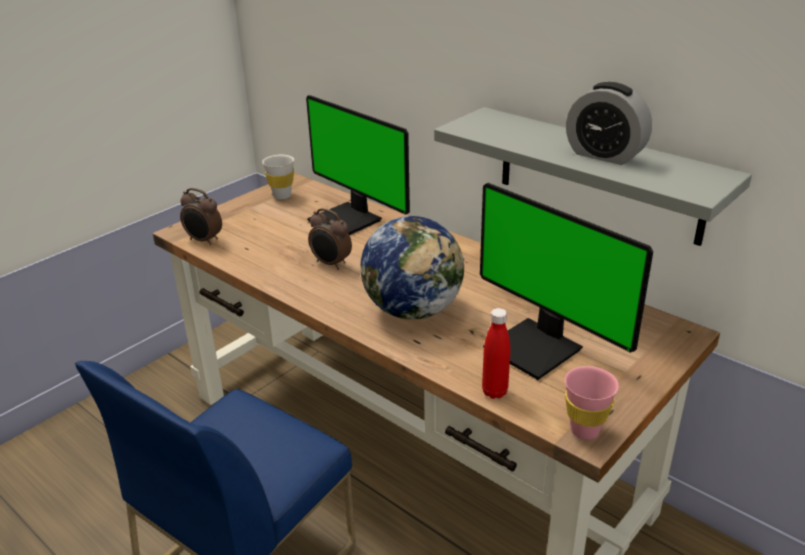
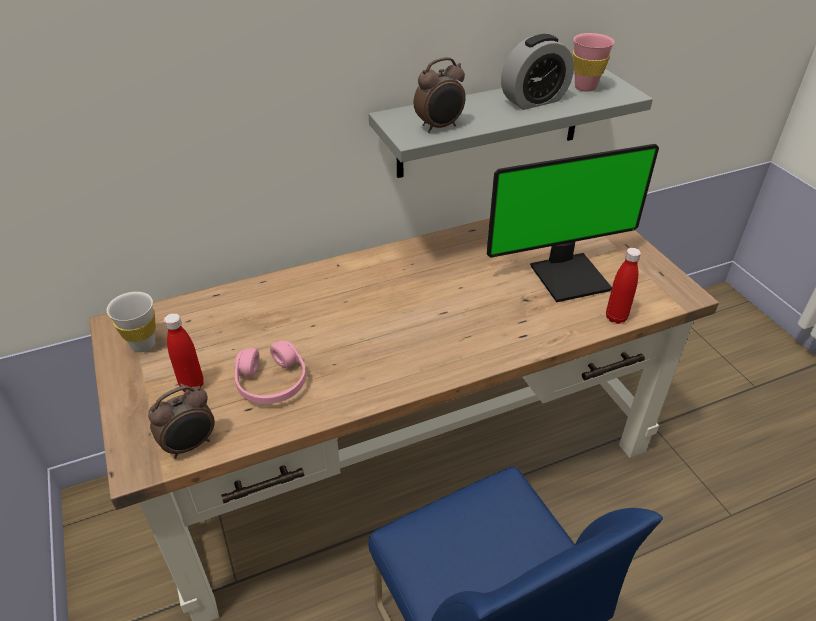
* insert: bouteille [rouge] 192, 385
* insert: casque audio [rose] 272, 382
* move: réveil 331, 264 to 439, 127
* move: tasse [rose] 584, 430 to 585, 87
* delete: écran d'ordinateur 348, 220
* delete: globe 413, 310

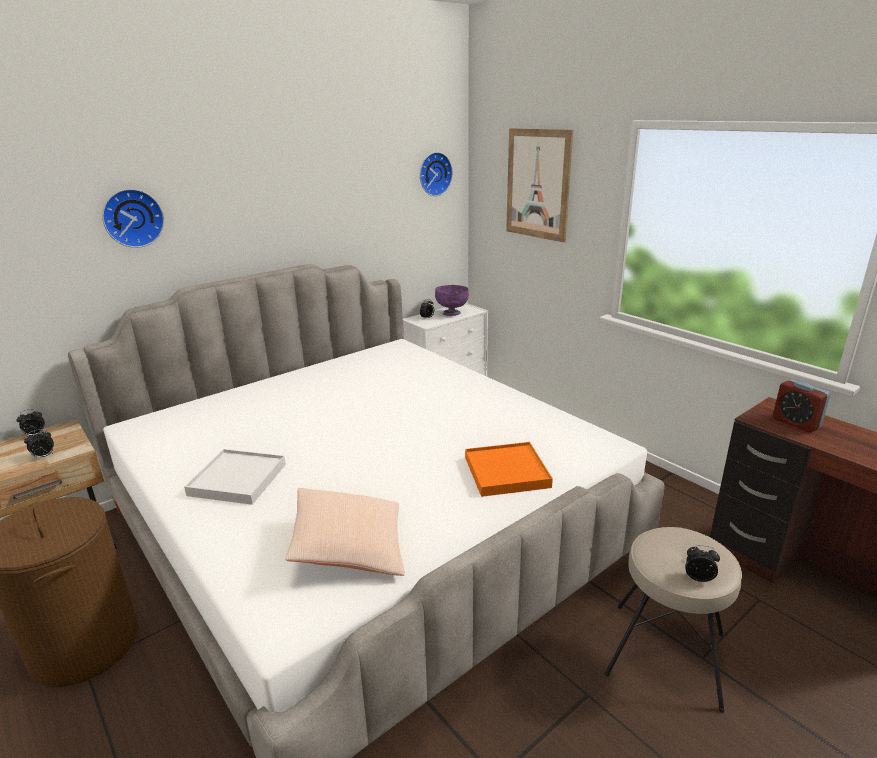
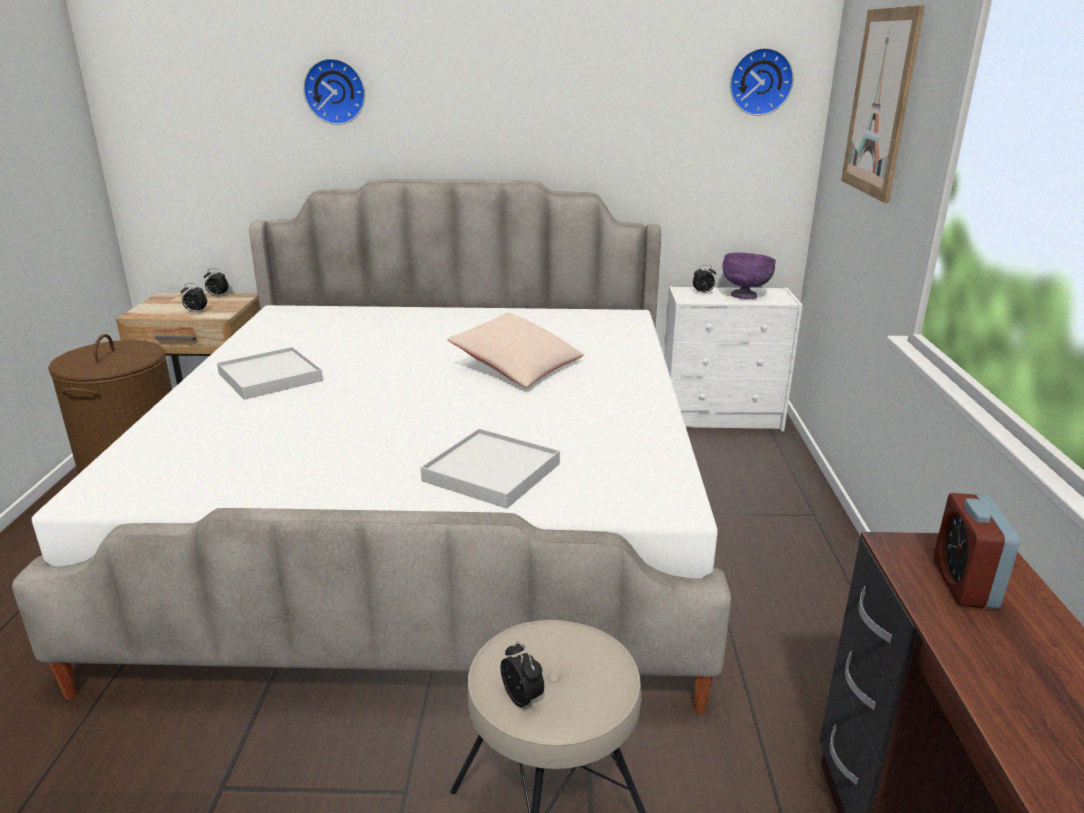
* recolor: plateau [orange] 506, 472 to plateau [blanc] 491, 472
* move: coussin [beige] 349, 547 to 517, 367

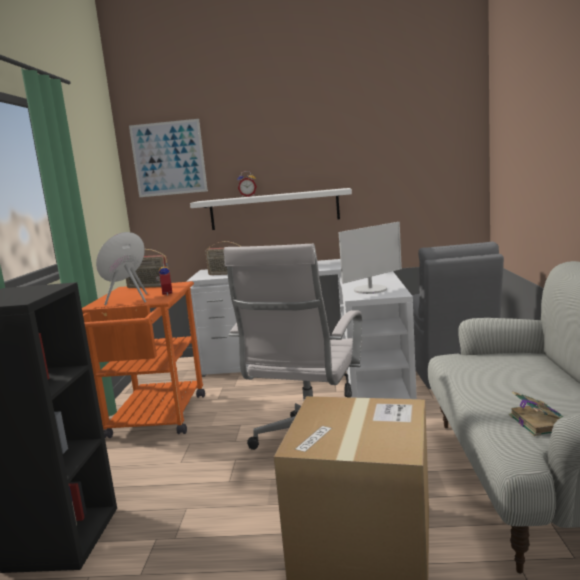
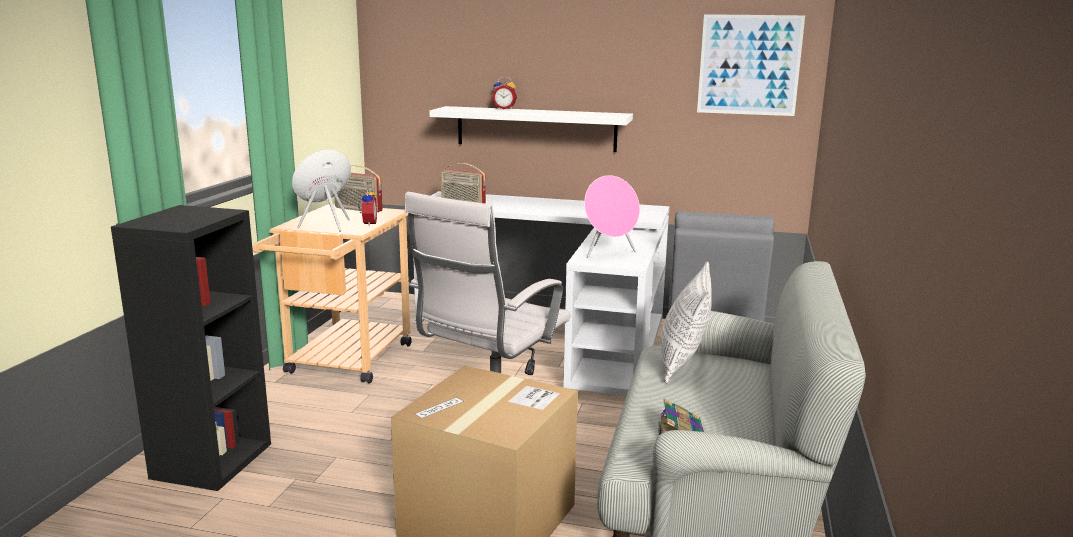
* recolor: chariot [orange] 155, 420 to chariot [beige] 345, 363
* replace: écran d'ordinateur 370, 290 to enceinte [rose] 608, 253
* insert: coussin 682, 364
* move: tableau 168, 158 to 749, 65

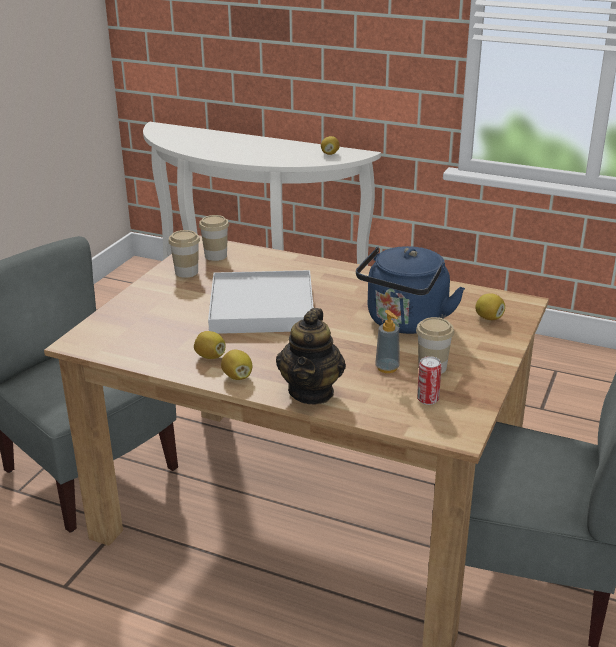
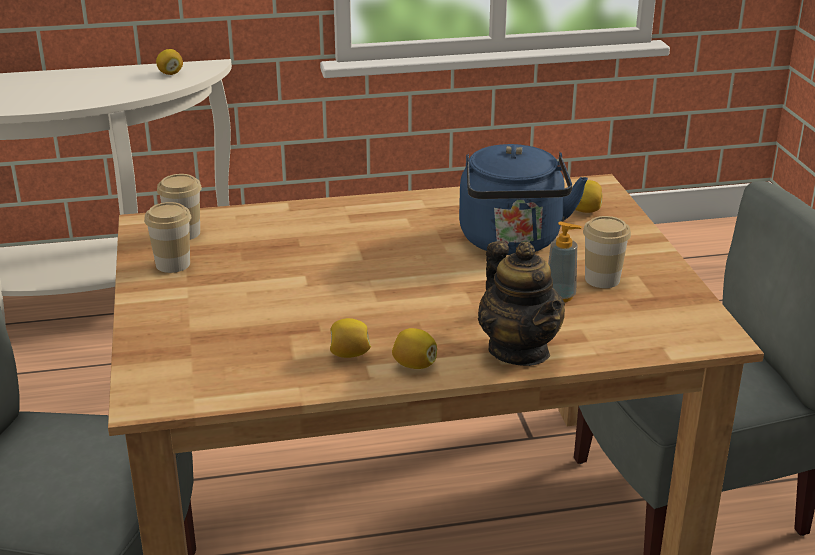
* delete: plateau [blanc] 261, 307
* delete: boîte métallique 427, 399

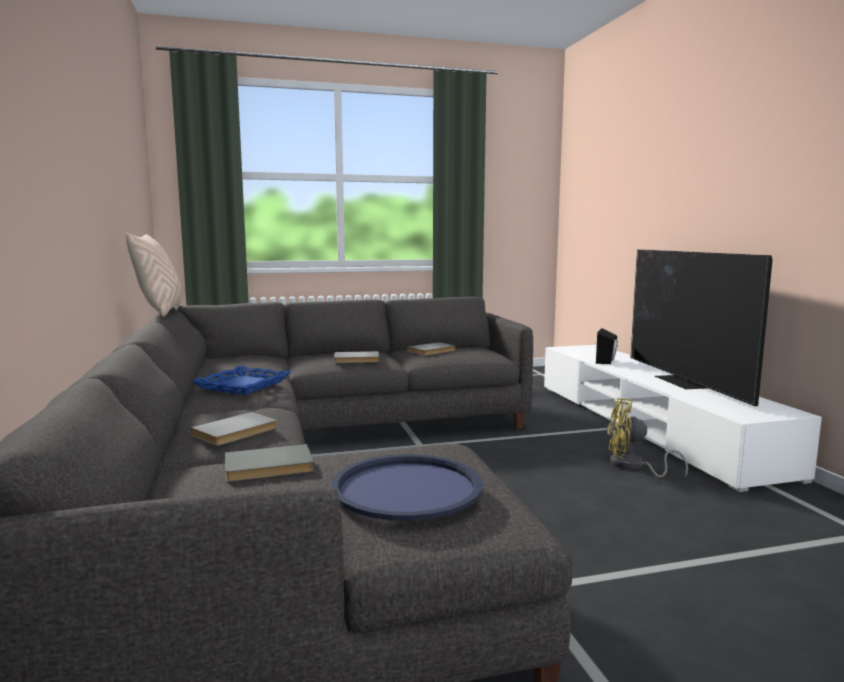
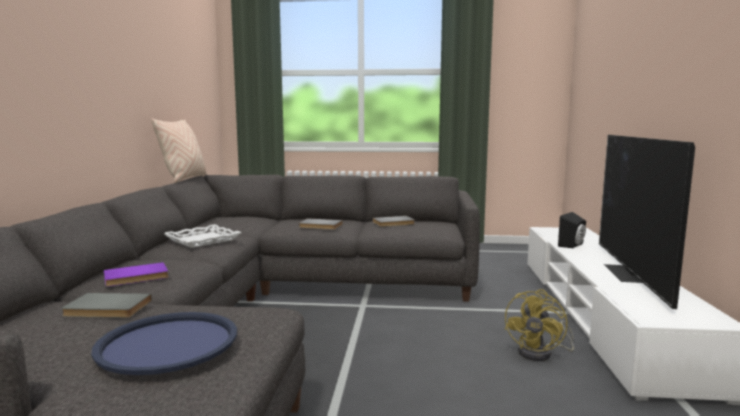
* recolor: livre [gris] 237, 432 to livre [violet] 136, 277
* recolor: plateau [bleu] 243, 385 to plateau [blanc] 203, 240
* rotate: ventilateur [jaune] 632, 466 = 541, 353 90 degrees counterclockwise

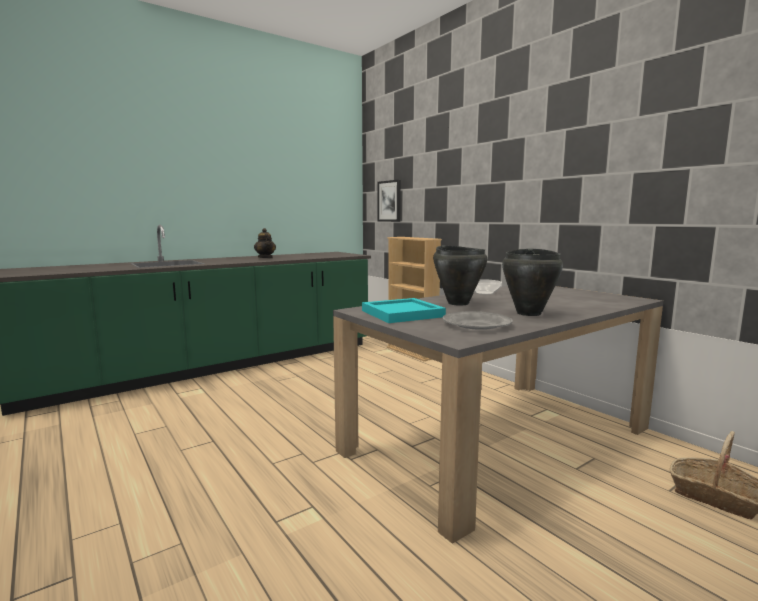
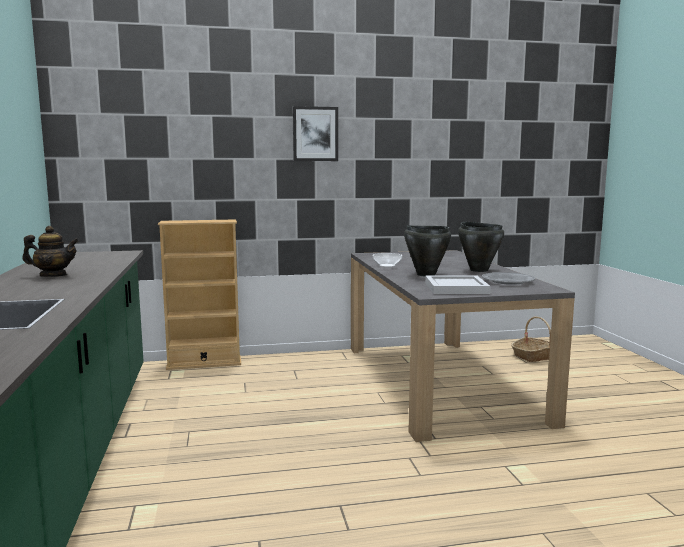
* move: tableau 389, 201 to 315, 134
* recolor: plateau [turquoise] 403, 314 to plateau [blanc] 456, 288

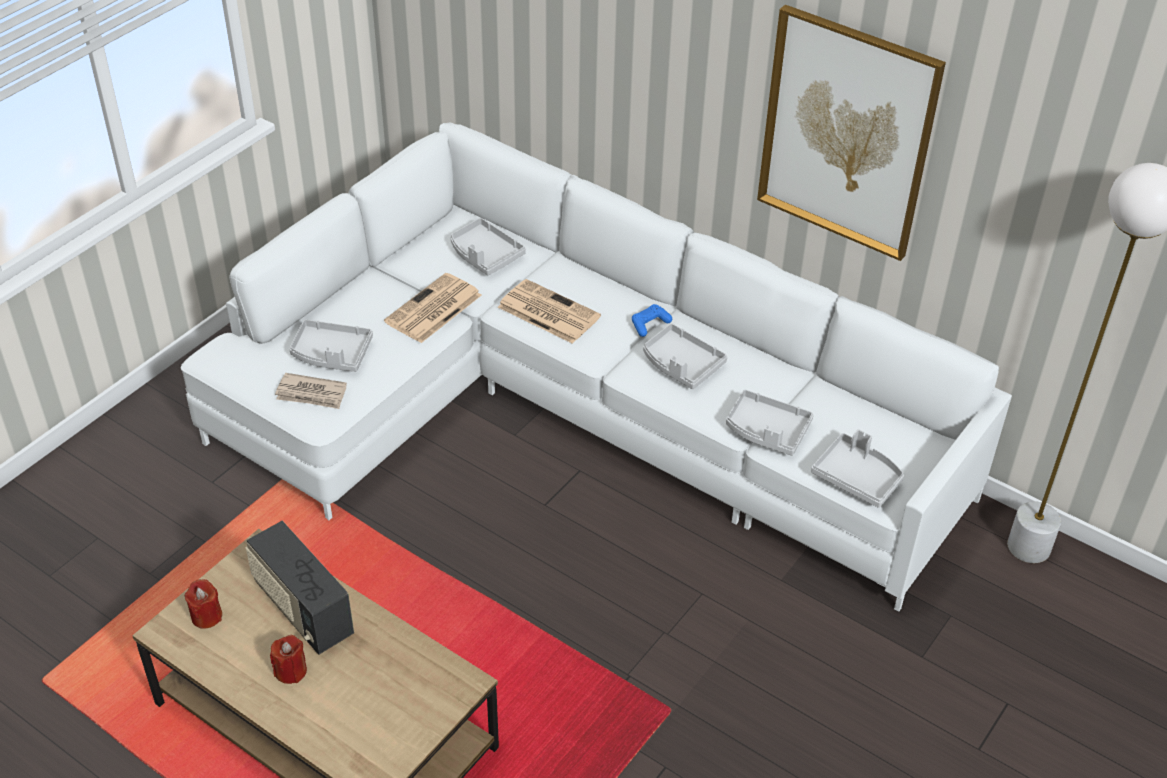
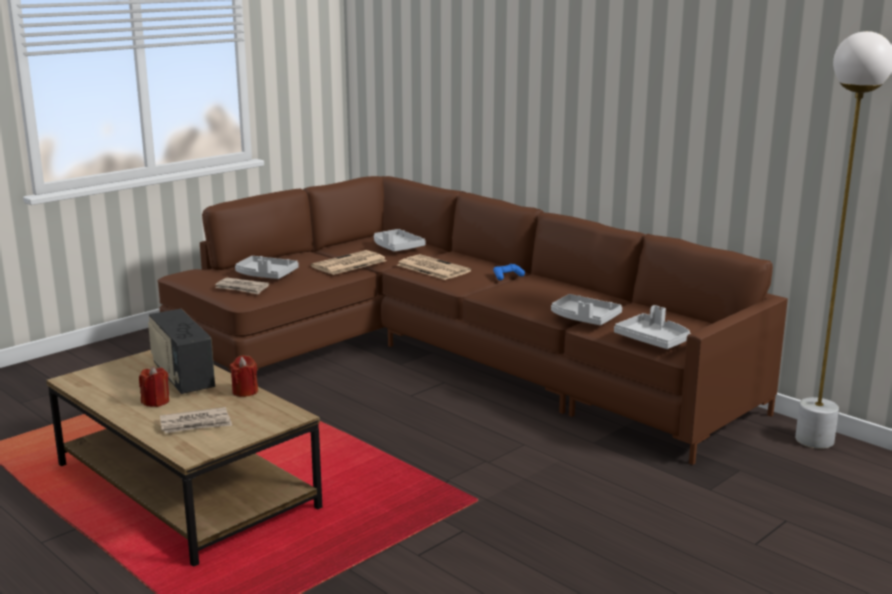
* recolor: canapé [blanc] 570, 412 to canapé [marron] 446, 357
* insert: journal 196, 424
* move: bougie [rouge] 206, 616 to 245, 391
* delete: plateau [gris] 681, 365
* delete: tableau 847, 133

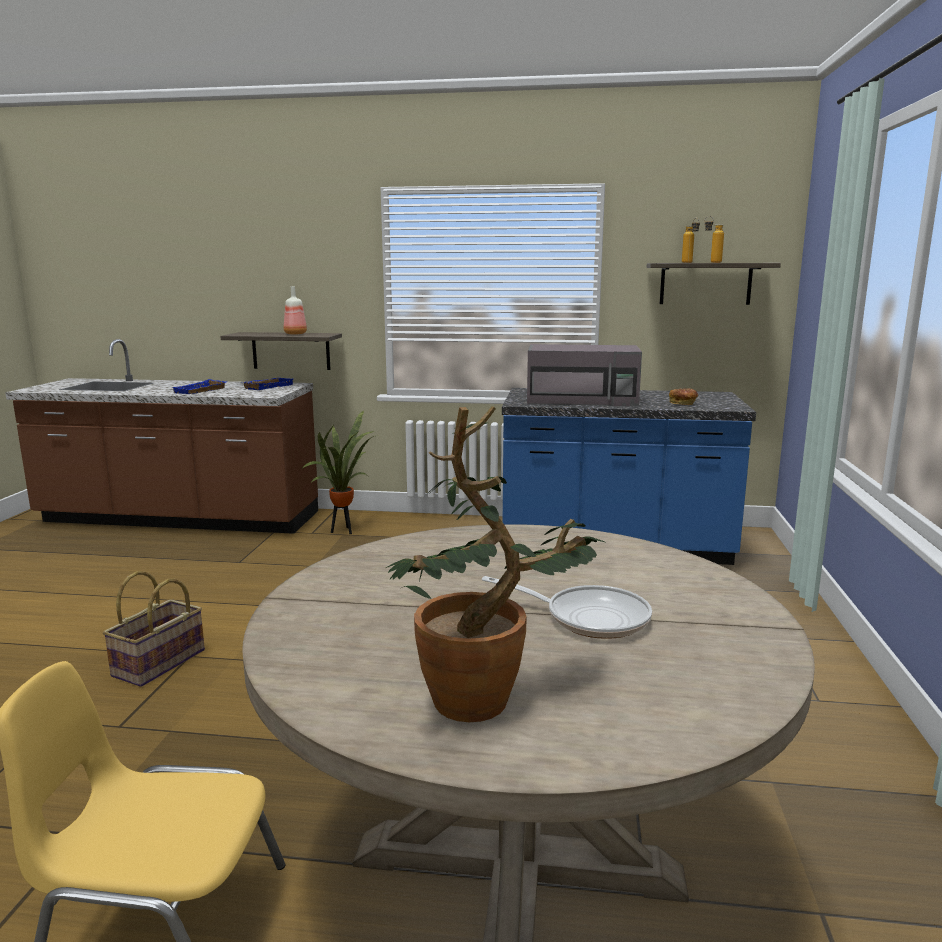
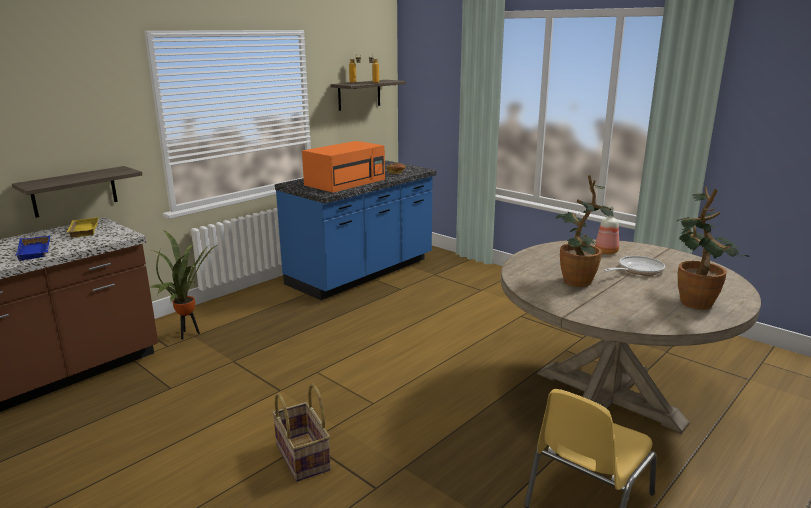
* recolor: plateau [bleu] 268, 386 to plateau [jaune] 82, 230
* recolor: micro-ondes [gris] 583, 399 to micro-ondes [orange] 346, 182
* insert: plante en pot 576, 284
* move: bouteille 295, 334 to 607, 252

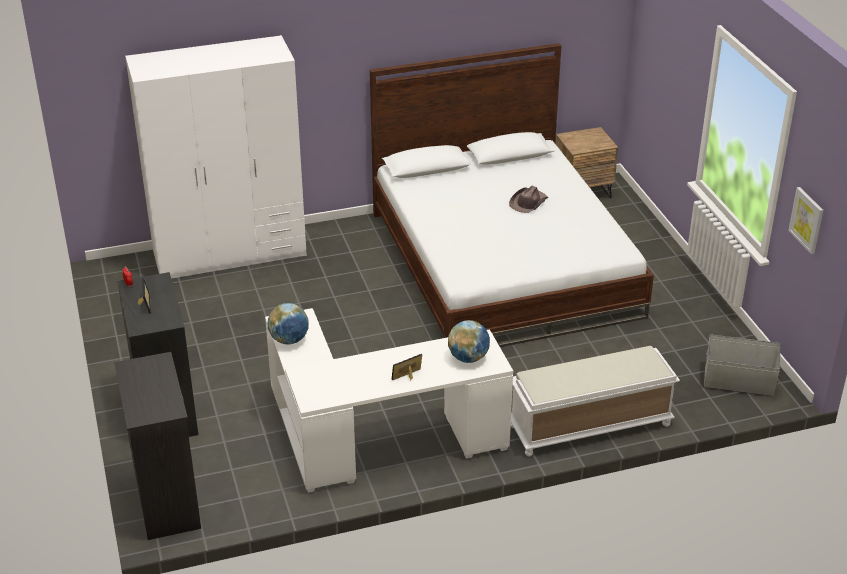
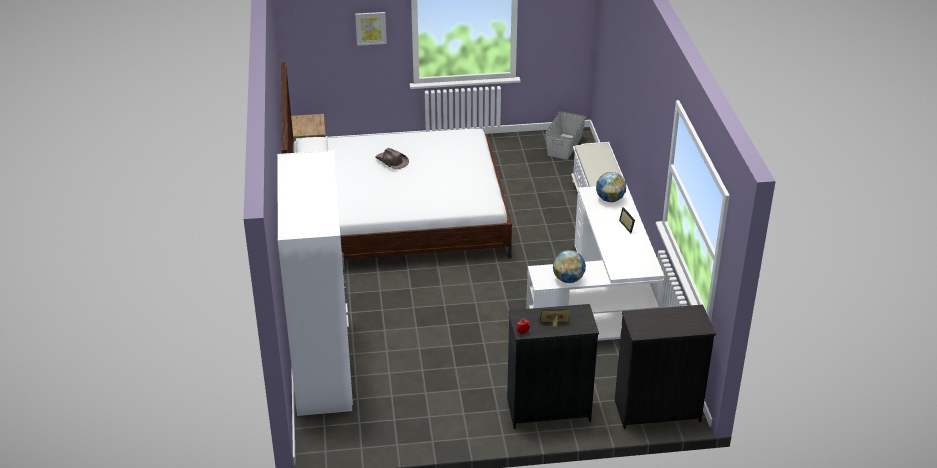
* move: tableau 807, 220 to 371, 28

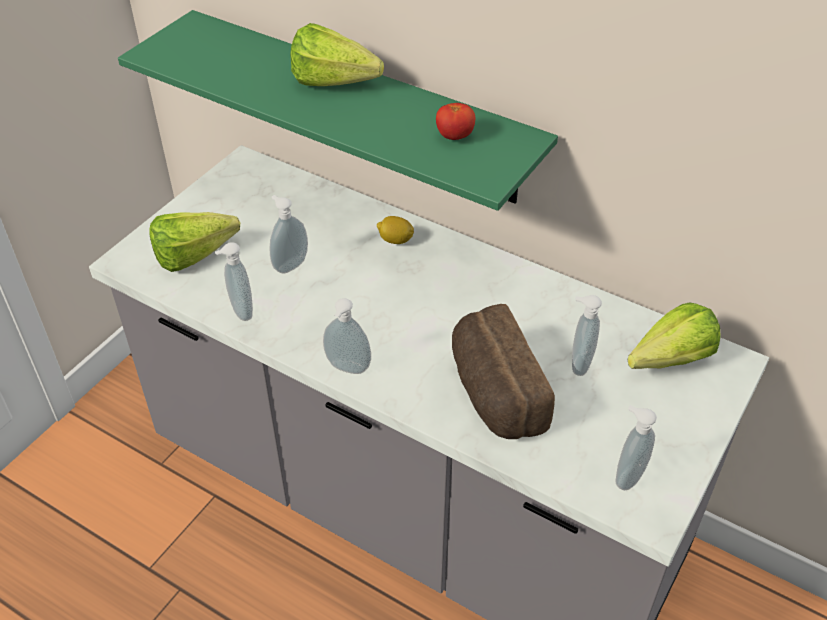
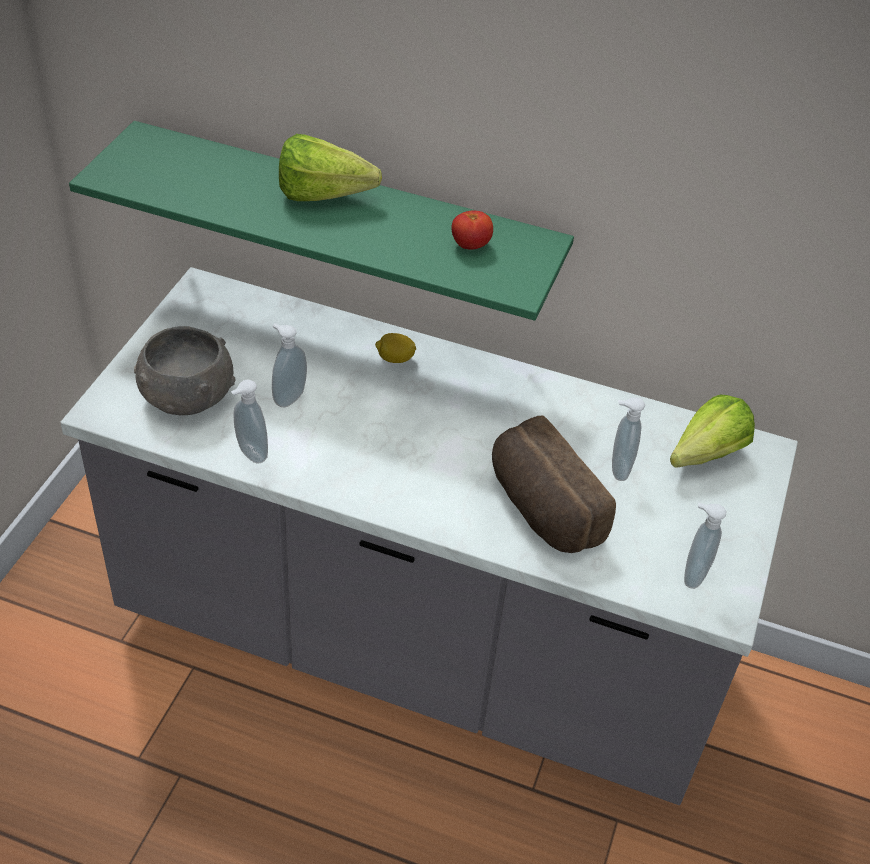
* replace: laitue 201, 255 to bol [gris] 186, 396
* delete: distributeur de savon 347, 369

